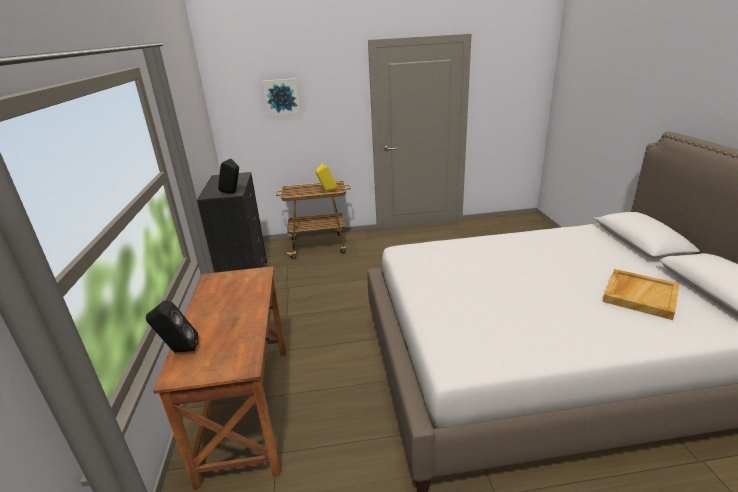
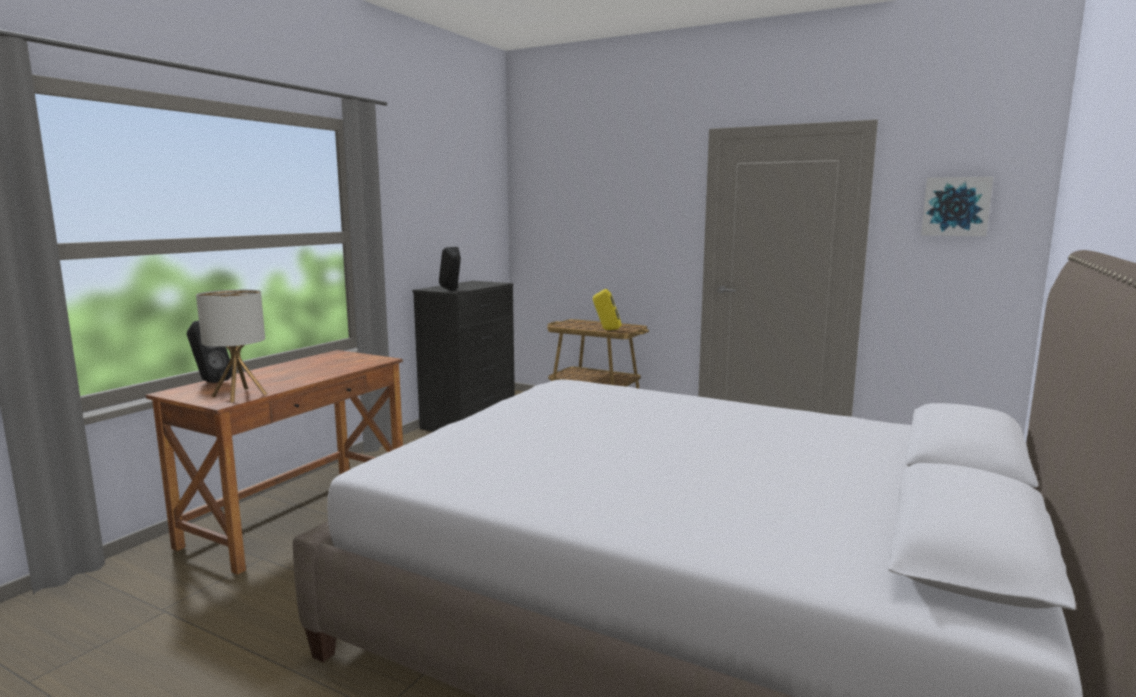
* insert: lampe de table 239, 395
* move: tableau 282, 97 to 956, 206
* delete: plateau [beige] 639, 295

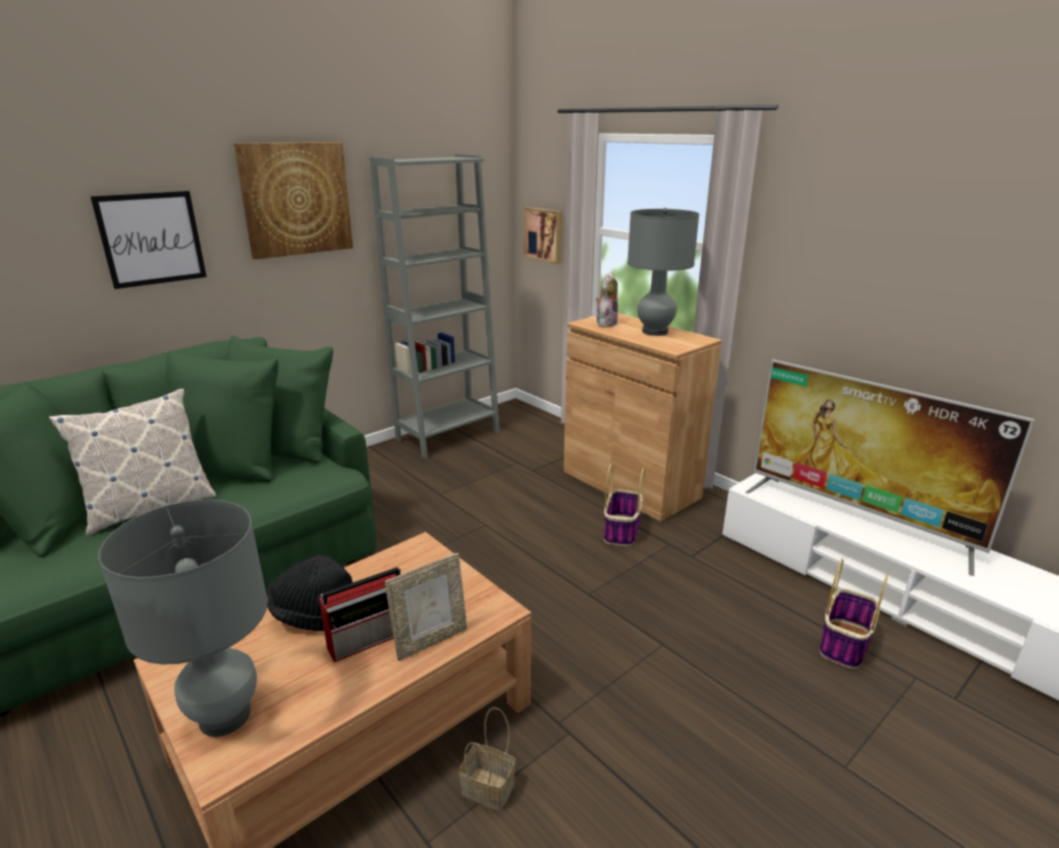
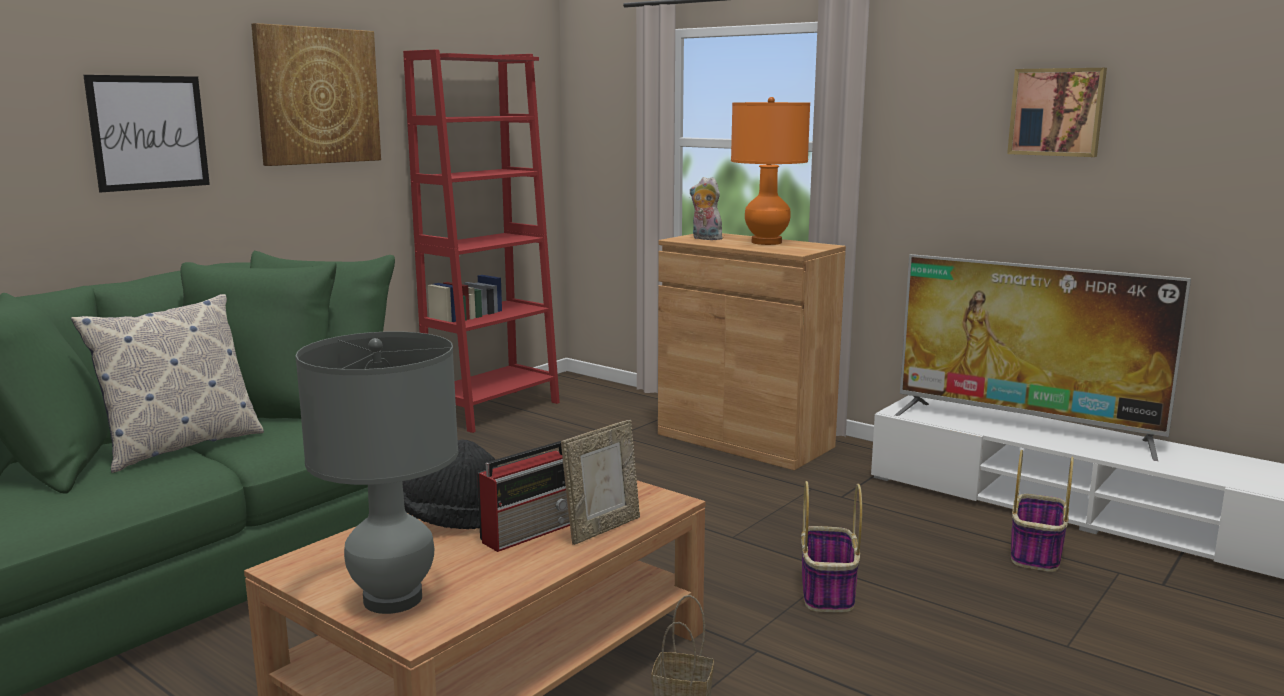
* recolor: bibliothèque [gris] 448, 435 to bibliothèque [rouge] 493, 410
* rotate: peluche 605, 323 = 705, 239 75 degrees counterclockwise
* recolor: lampe de table [gris] 654, 332 to lampe de table [orange] 766, 242
* move: panier 621, 531 to 828, 592
* move: tableau 544, 234 to 1057, 112

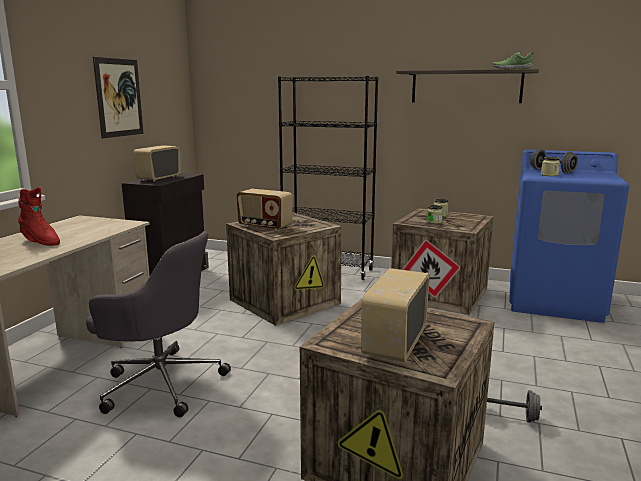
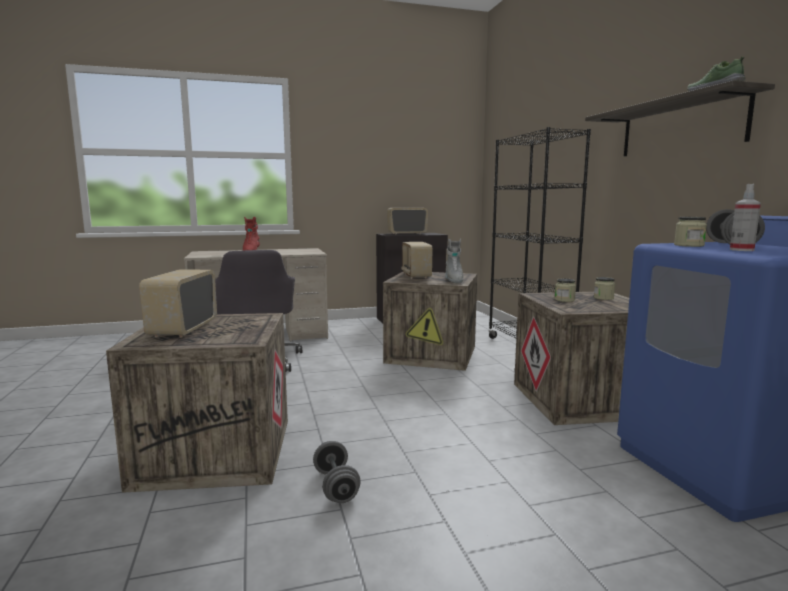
* rotate: radio 394, 343 = 182, 329 75 degrees counterclockwise
* insert: botte [gris] 453, 280
* insert: vaporisateur 741, 250
* delete: tableau 119, 97

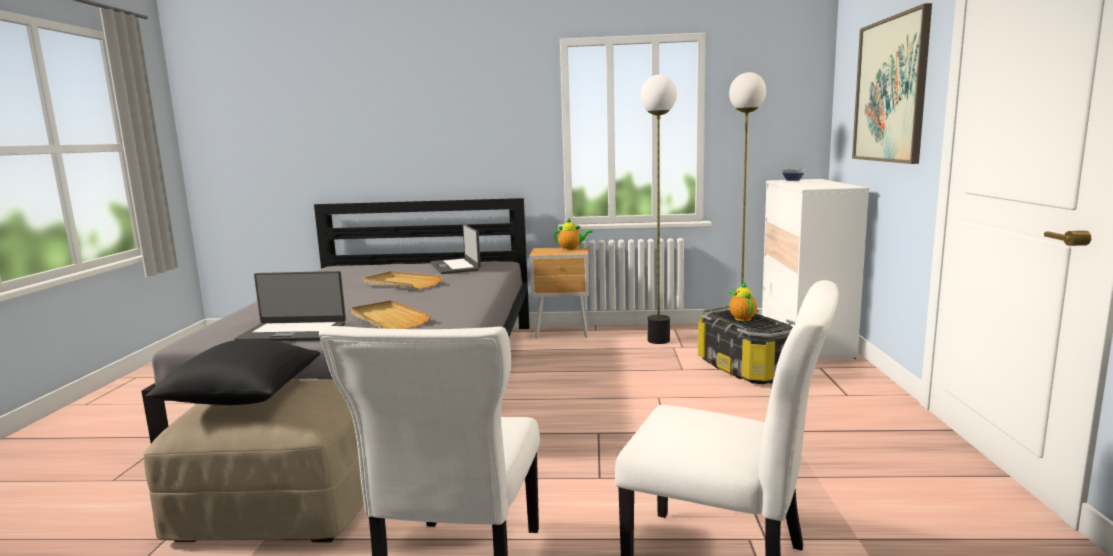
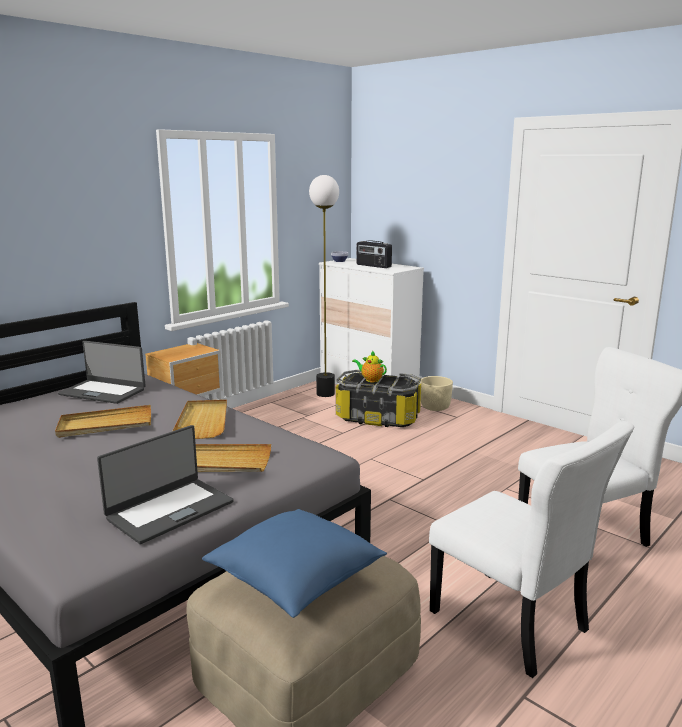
* insert: plateau [beige] 203, 421
* recolor: coussin [noir] 243, 397 to coussin [bleu] 296, 581
* insert: radio 373, 266
* insert: cache-pot [beige] 435, 407
* delete: théière 571, 249
* delete: lampadaire 659, 340
* delete: tableau 890, 90

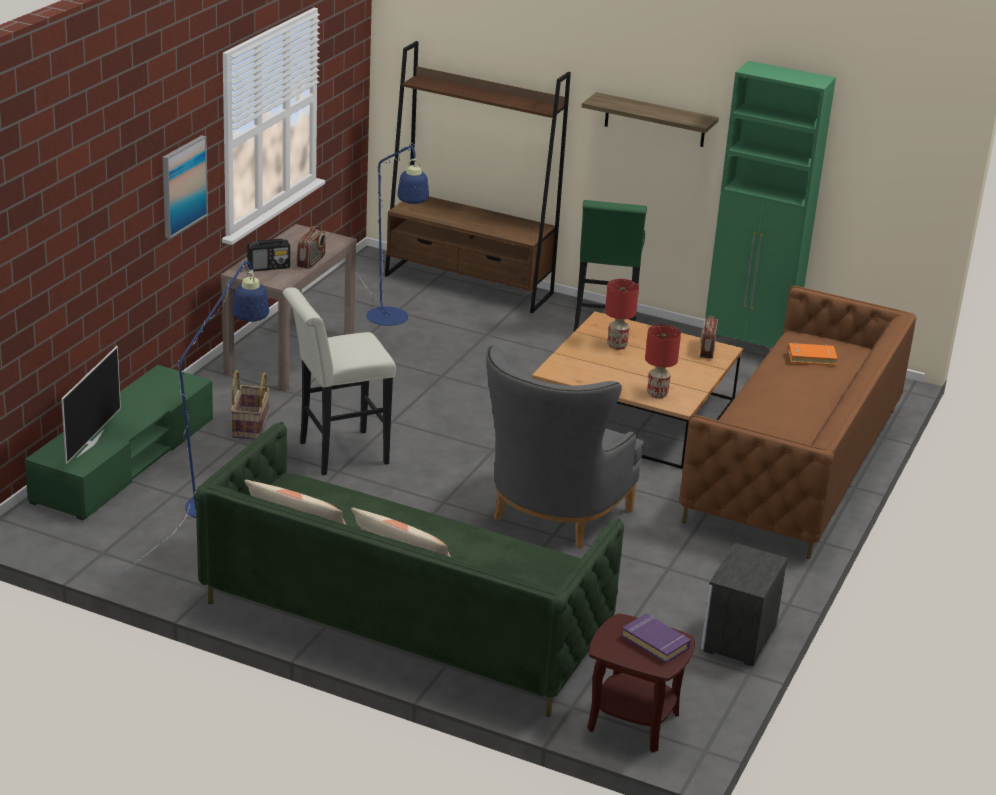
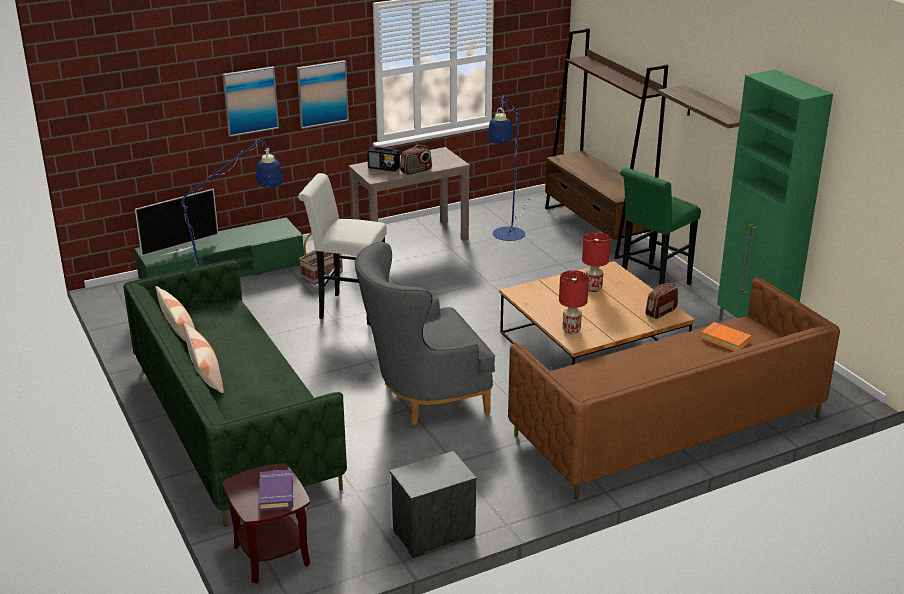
* insert: tableau 250, 101

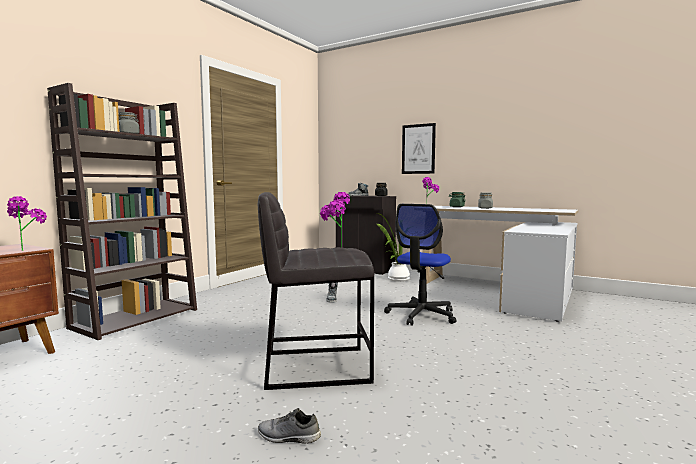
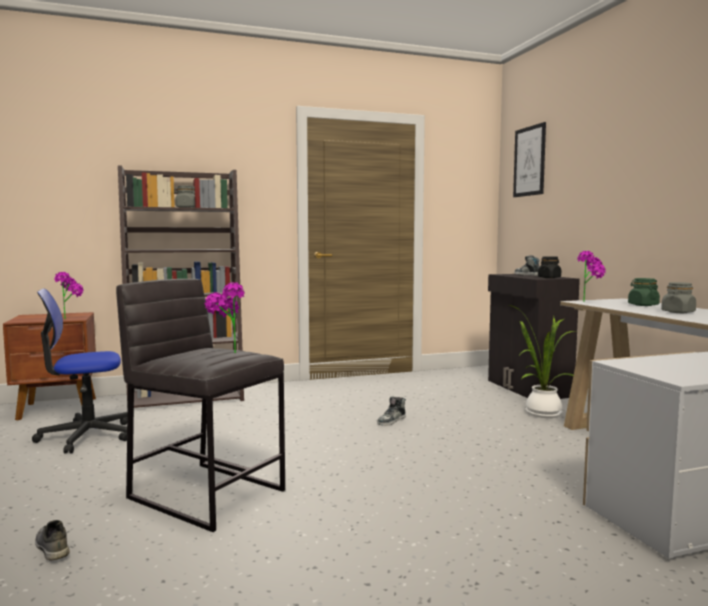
* move: chaise de bureau 421, 315 to 86, 436
* move: tableau 418, 149 to 529, 161

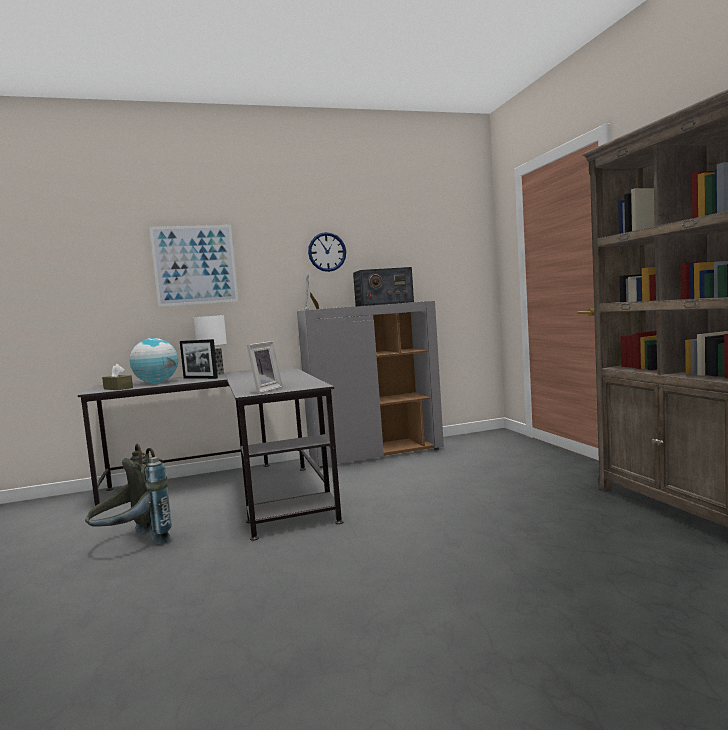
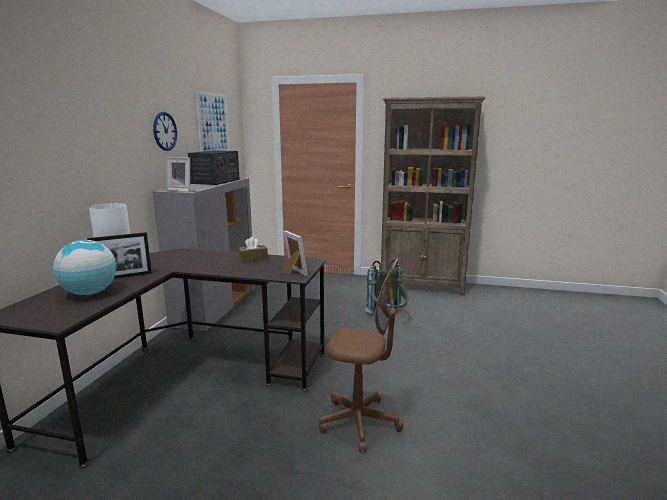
* move: tableau 195, 265 to 213, 123
* move: boîte à mouchoirs [marron] 118, 388 to 253, 259
* insert: chaise de bureau [marron] 359, 423
* move: sac à dos [gris] 132, 544 to 388, 317

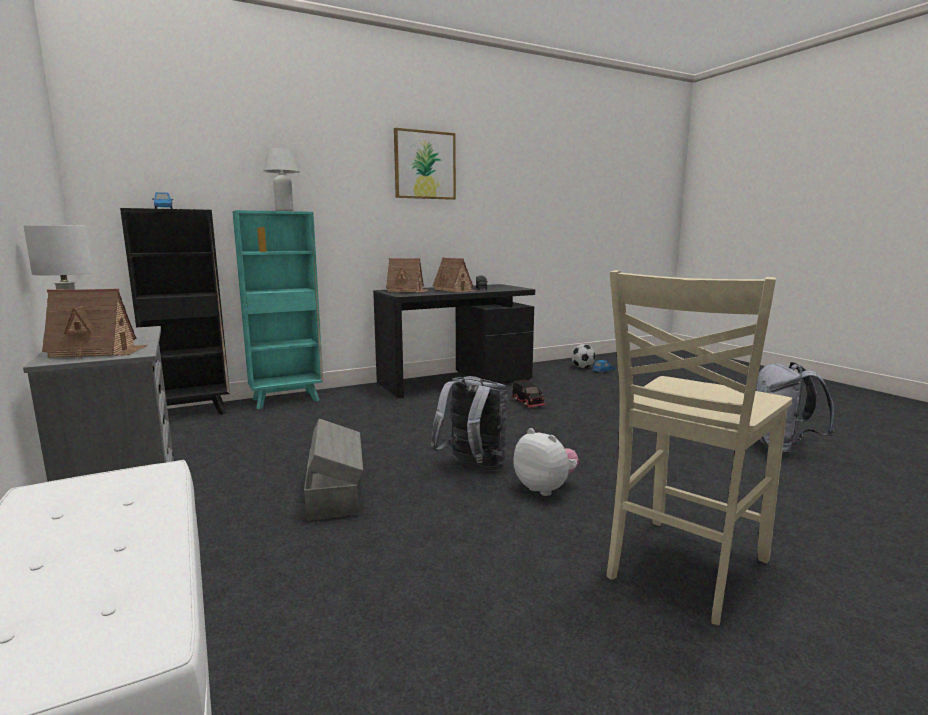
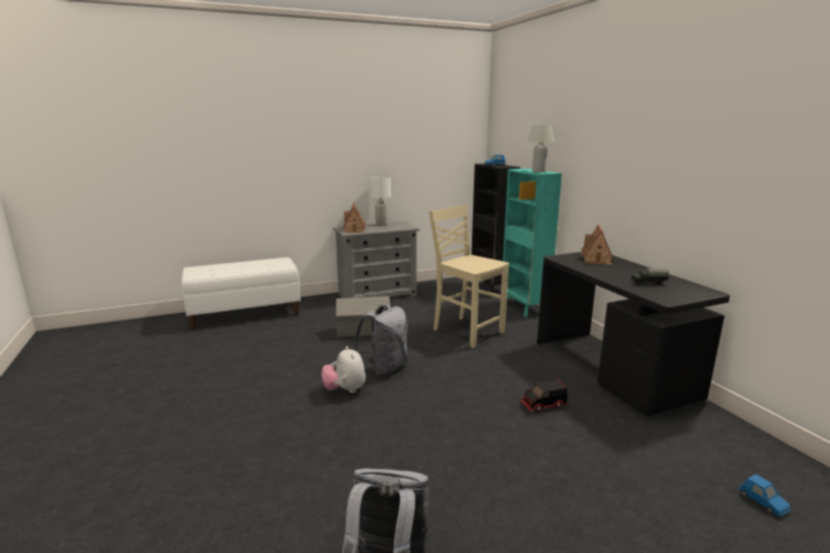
* rotate: peluche 545, 488 = 345, 390 105 degrees clockwise
* move: chaise [beige] 683, 568 to 466, 331
* delete: tableau 425, 165
* delete: maison miniature 454, 290
* delete: ballon de foot 582, 367

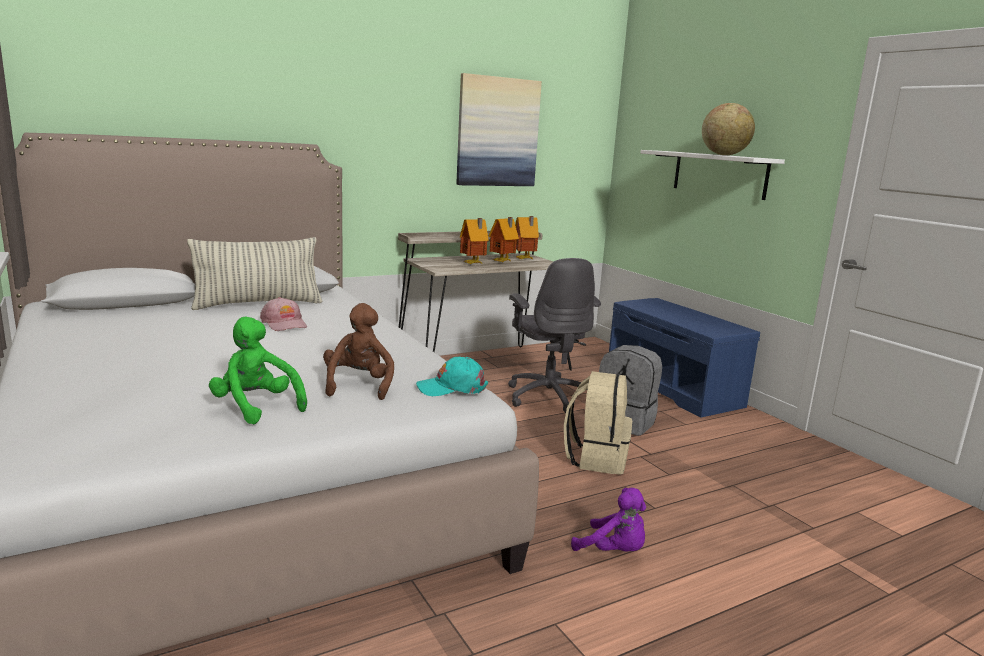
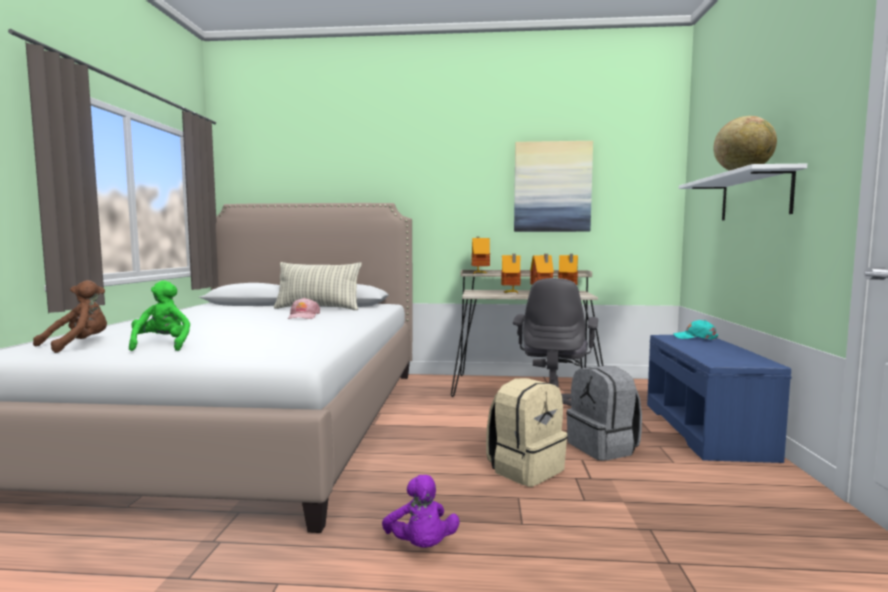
* move: peluche [marron] 358, 385 to 78, 345
* insert: maison miniature 480, 273
* move: casquette [turquoise] 452, 388 to 695, 337

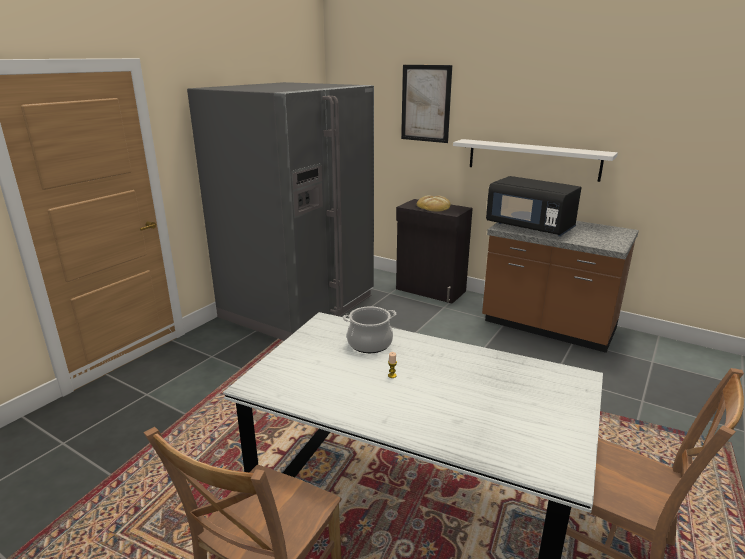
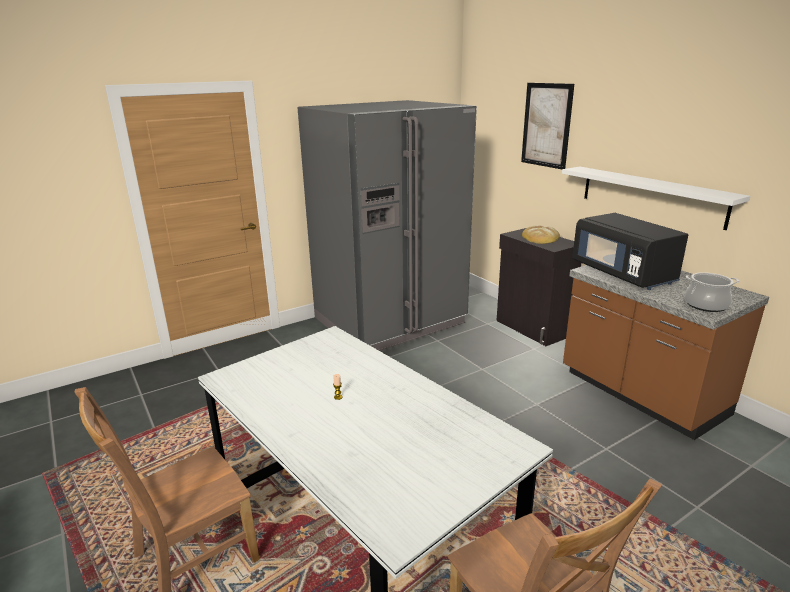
* move: marmite 369, 344 to 705, 305

